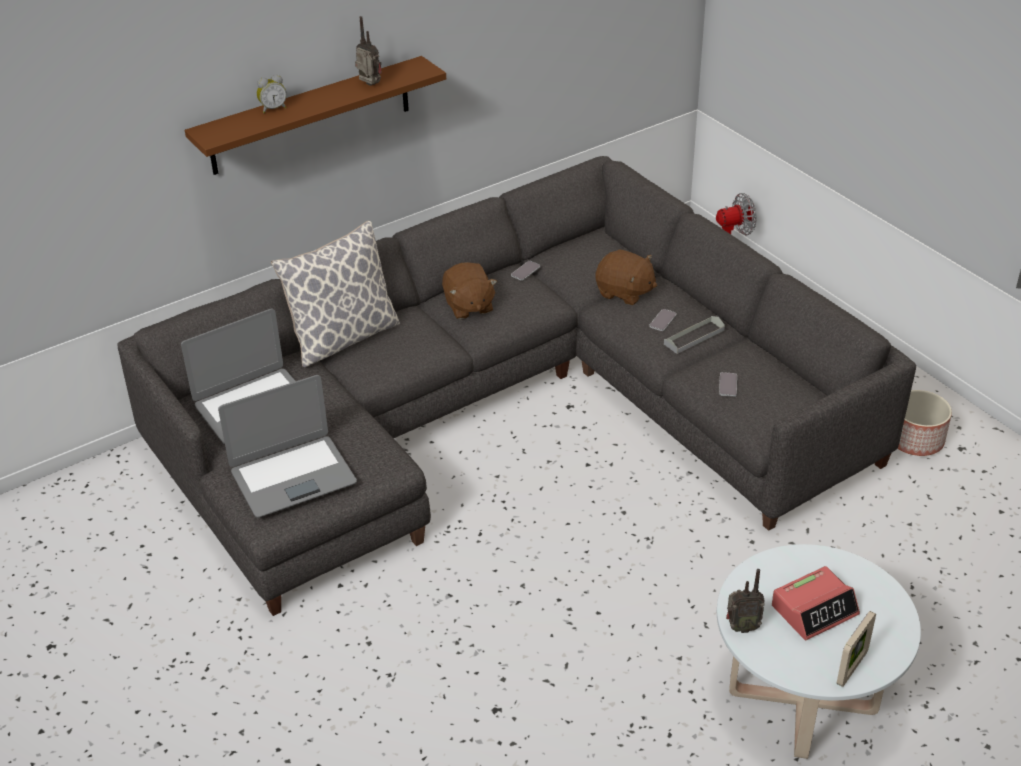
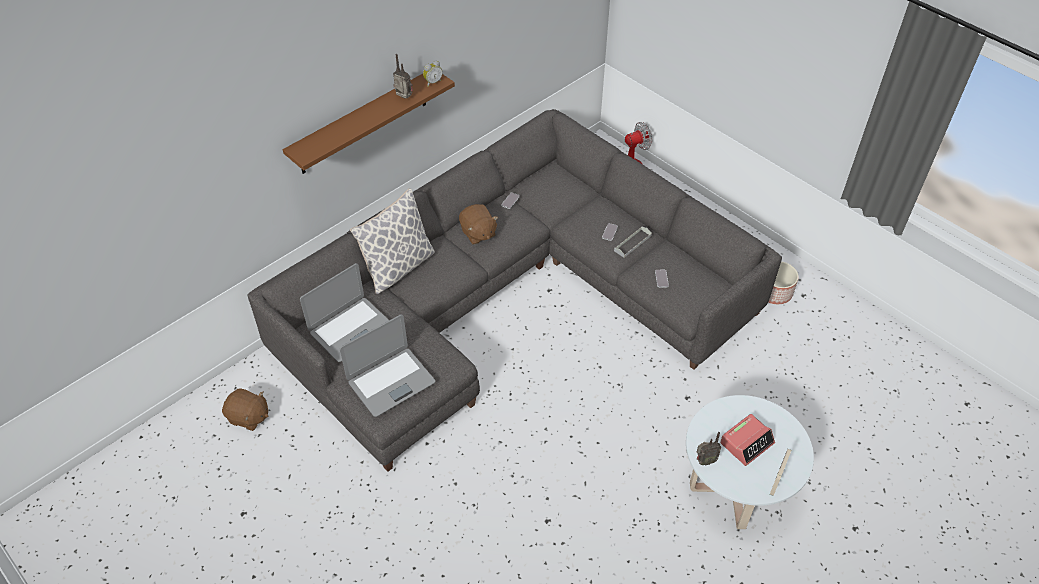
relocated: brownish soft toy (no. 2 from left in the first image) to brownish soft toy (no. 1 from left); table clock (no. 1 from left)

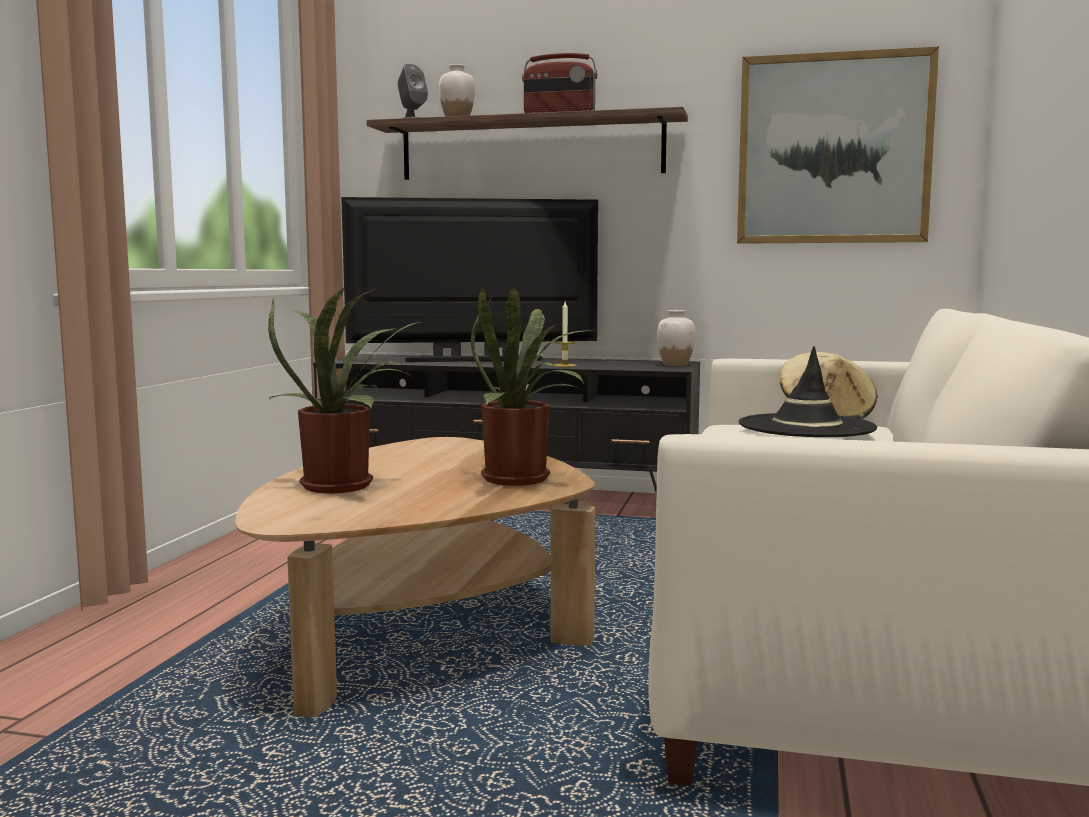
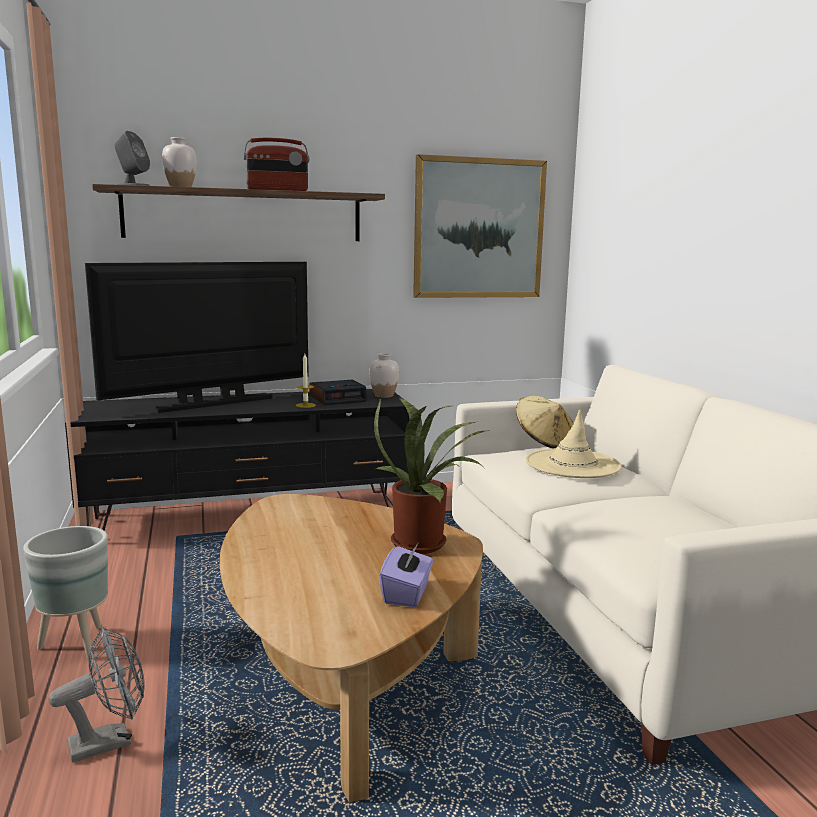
missing: potted plant (no. 1 from left)
appeared: gray flower pot; gray fan; table clock; purple-coloured tissue holder
colour: black wearable hat to beige-coloured wearable hat (no. 2 from left)

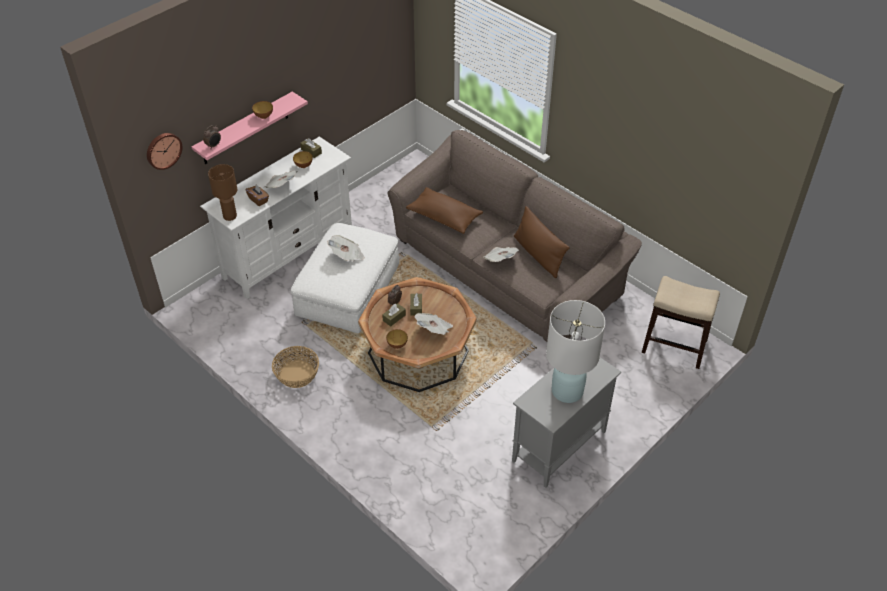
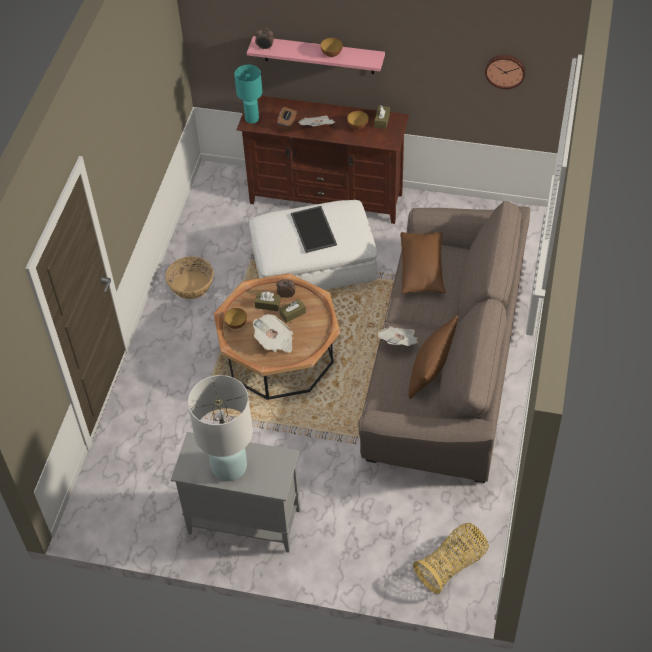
relocated: hanging clock
exchanged: printed paper (no. 2 from left) to tray; stool to storage basket (no. 2 from left)
colour: brownish table lamp to blue-green table lamp; white-coloured media console to brownish media console

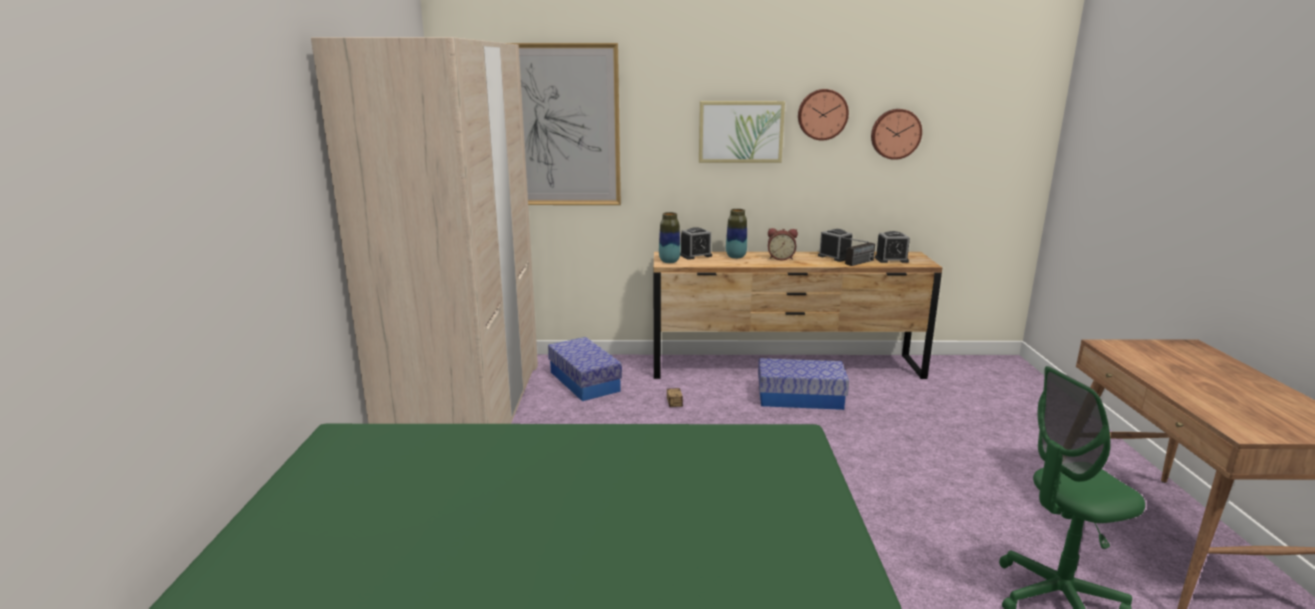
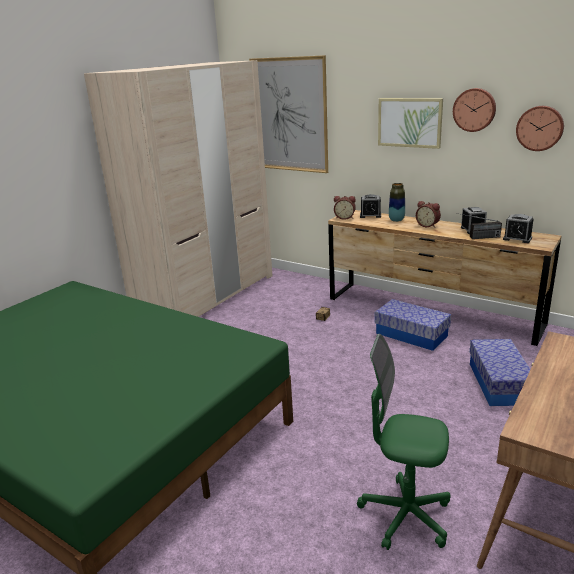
relocated: storage bin (no. 1 from left in the first image) to storage bin (no. 3 from left)
exchanged: vase (no. 1 from left) to table clock (no. 1 from left)

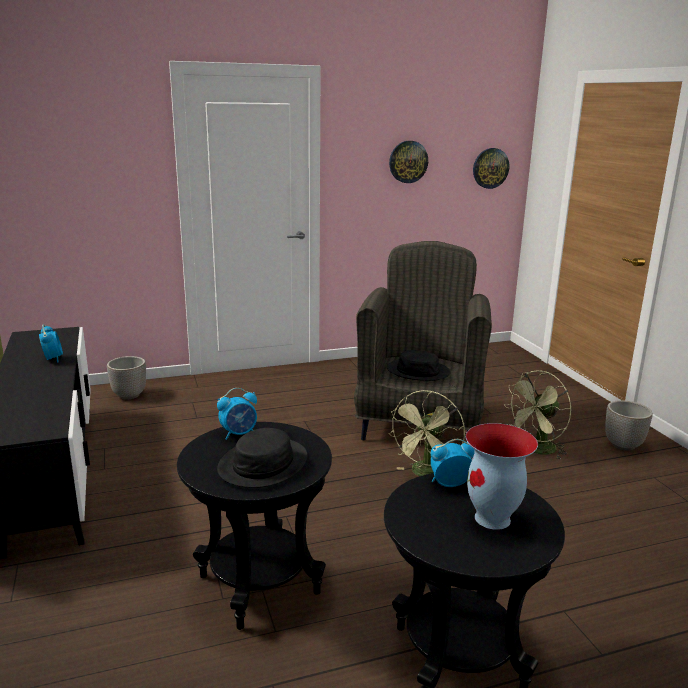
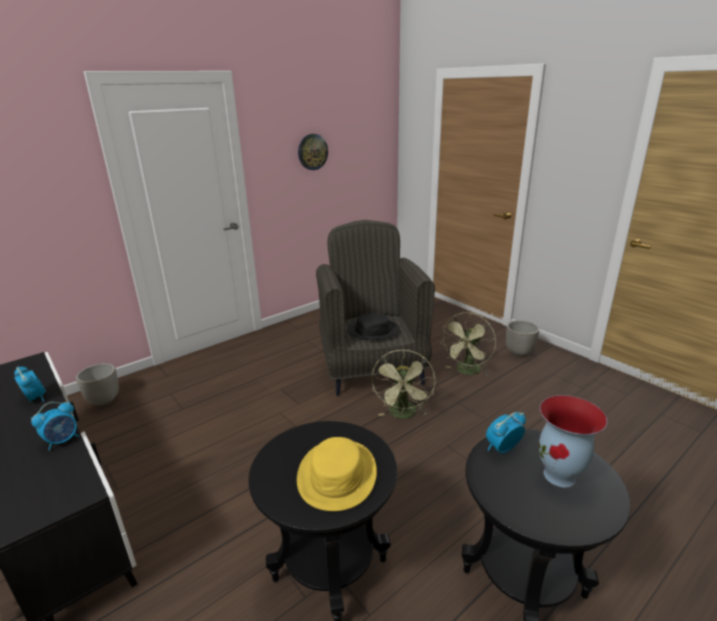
missing: hanging clock (no. 2 from left)
relocated: table clock (no. 2 from left)
colour: black wearable hat (no. 1 from left) to yellow-coloured wearable hat

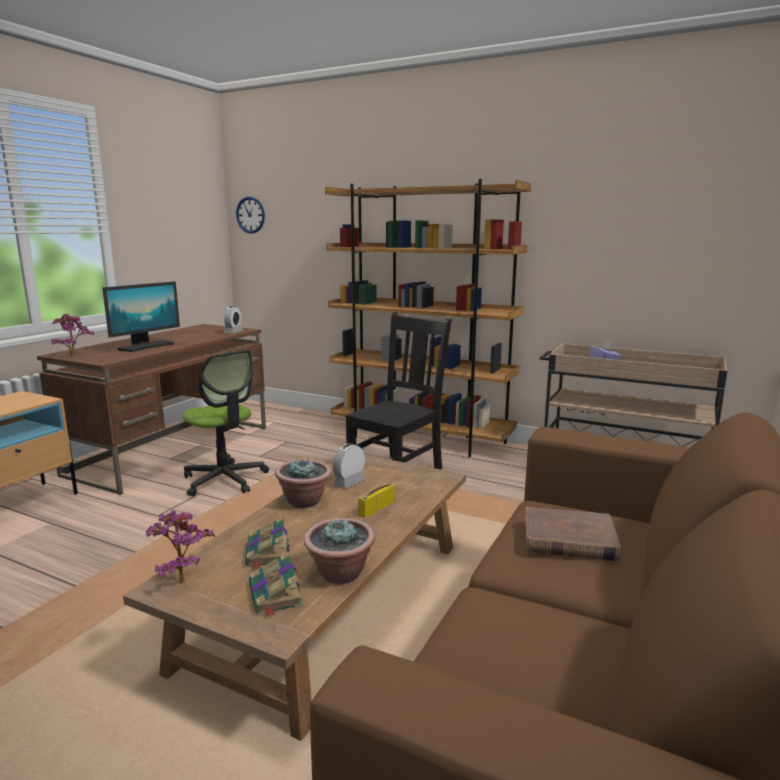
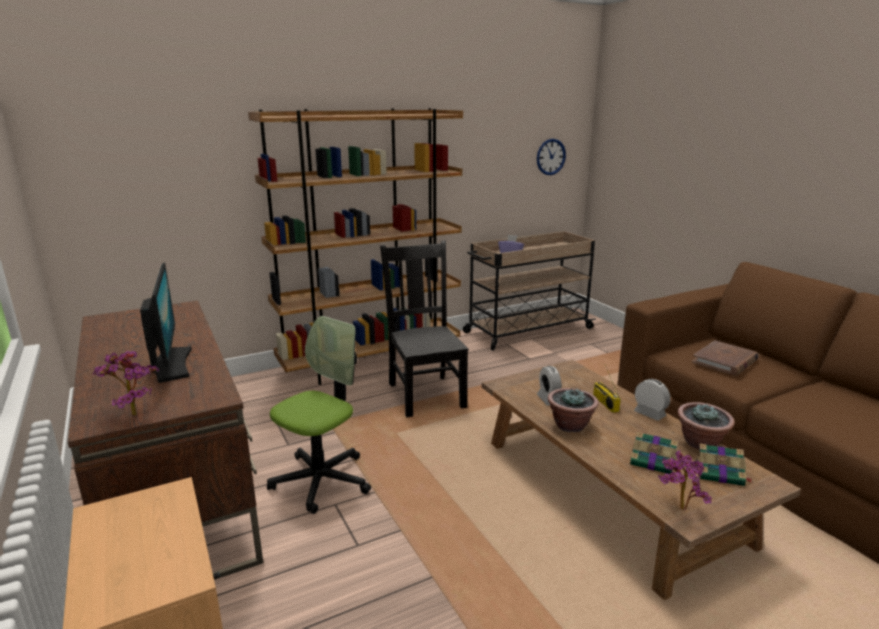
relocated: hanging clock; table clock (no. 1 from left in the first image) to table clock (no. 2 from left)
spun: office chair 45 degrees counterclockwise

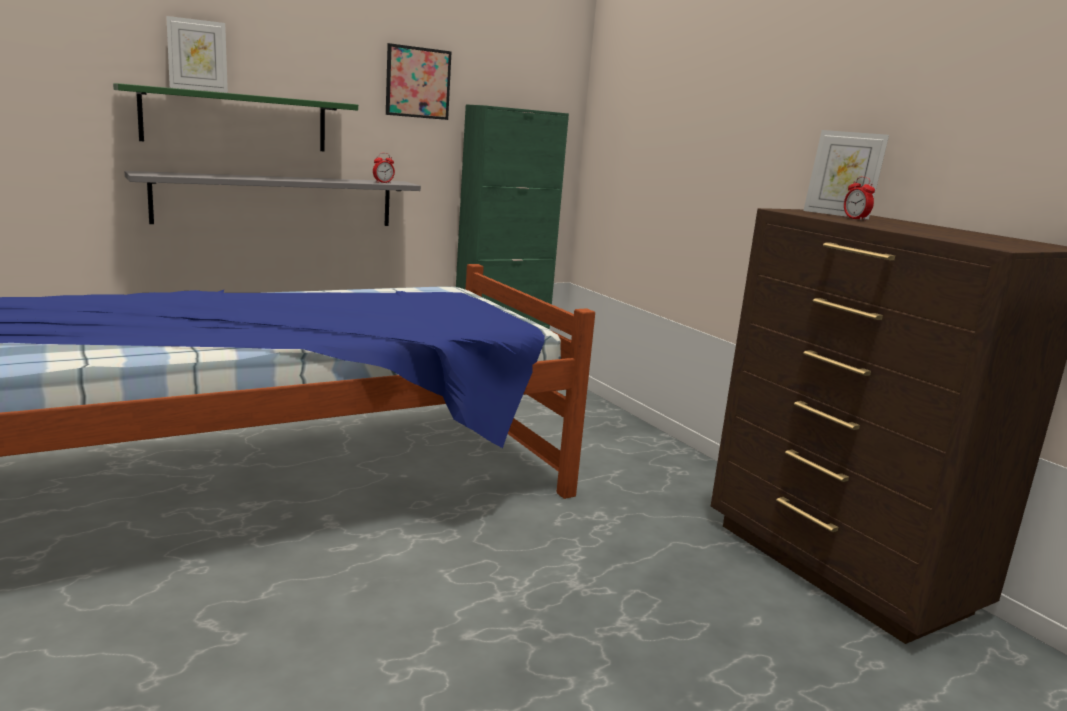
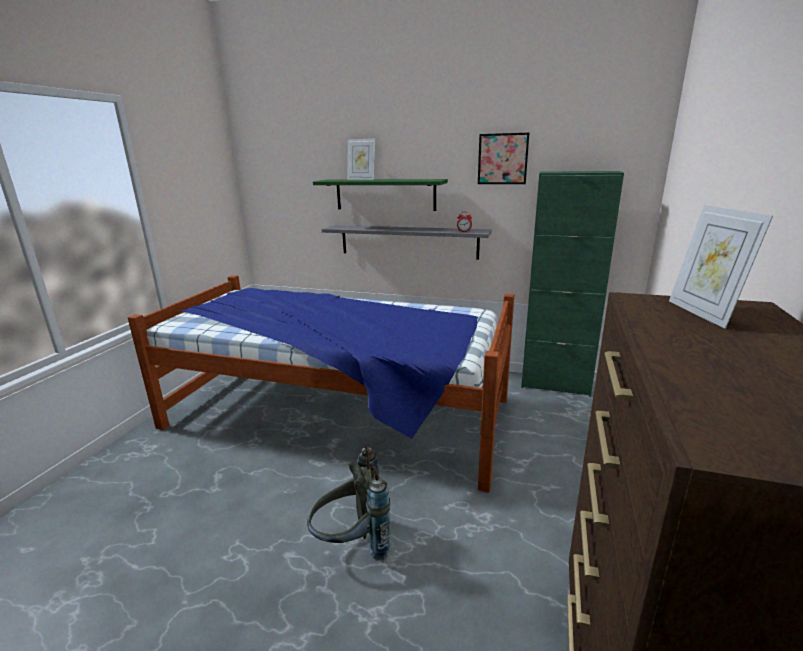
missing: table clock (no. 2 from left)
appeared: gray rucksack

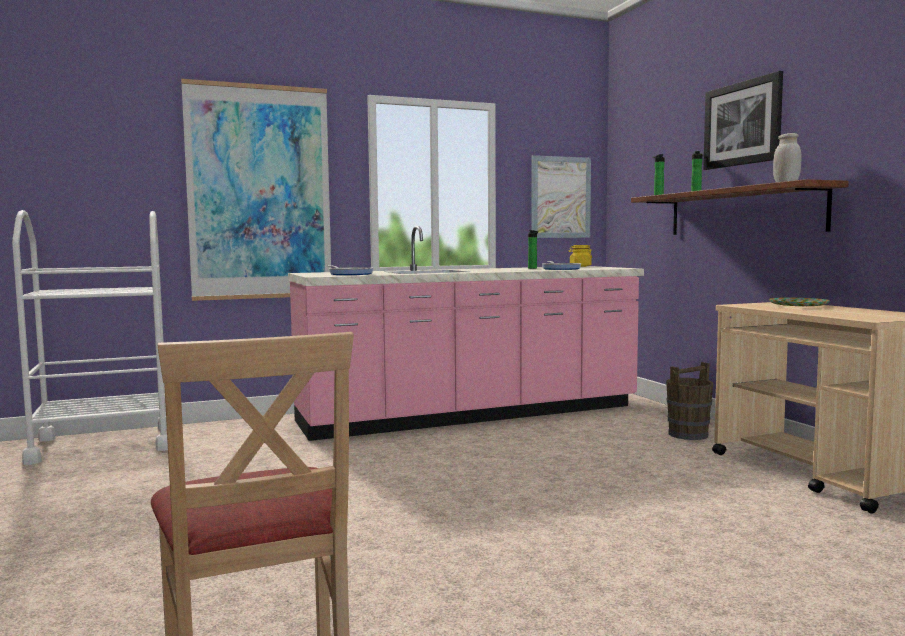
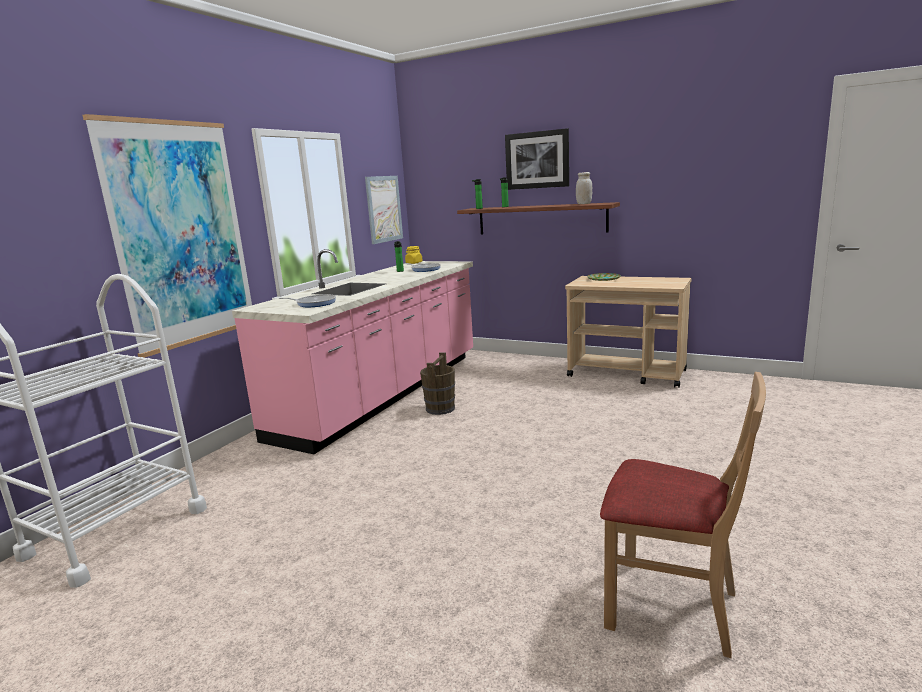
relocated: brownish pail

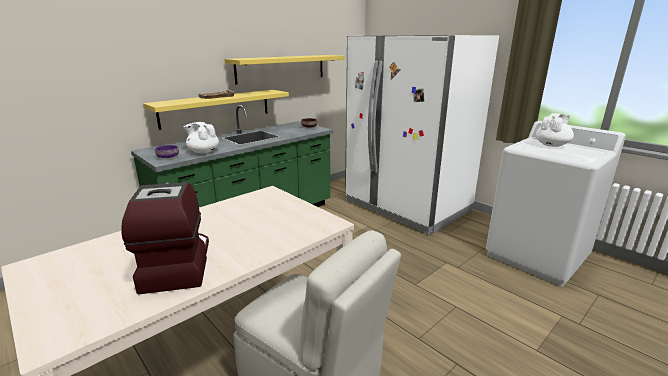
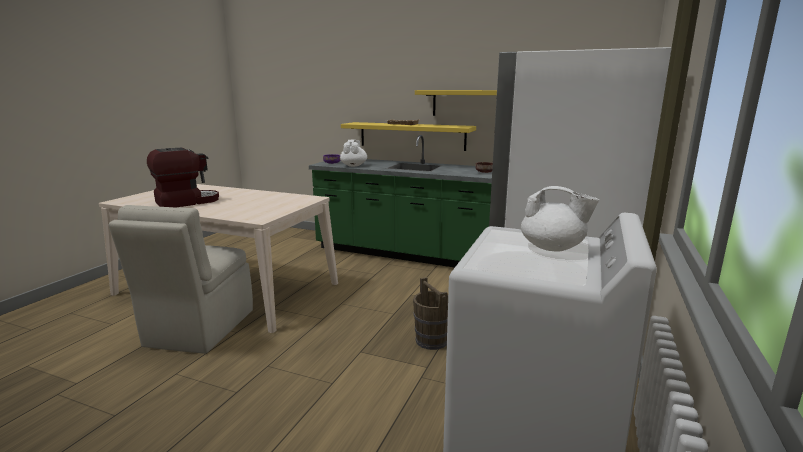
appeared: brownish pail

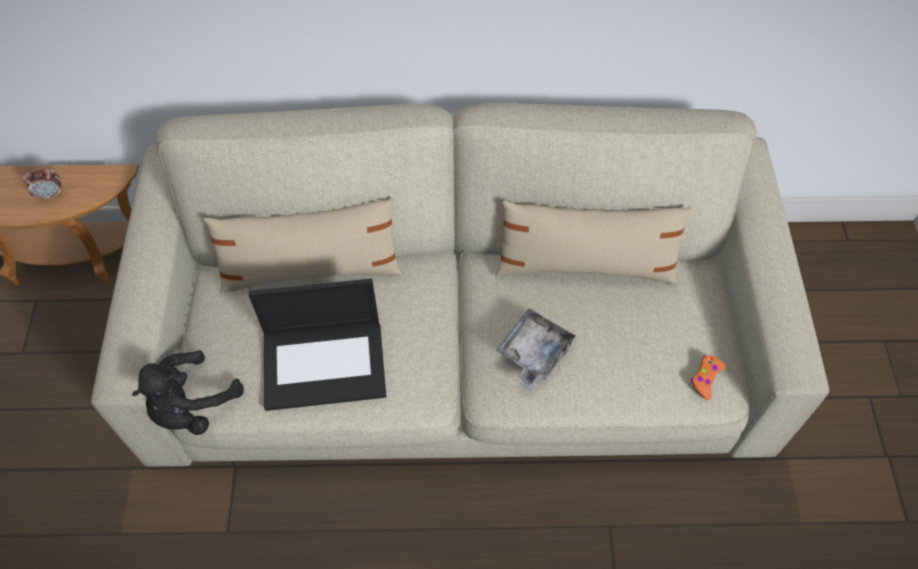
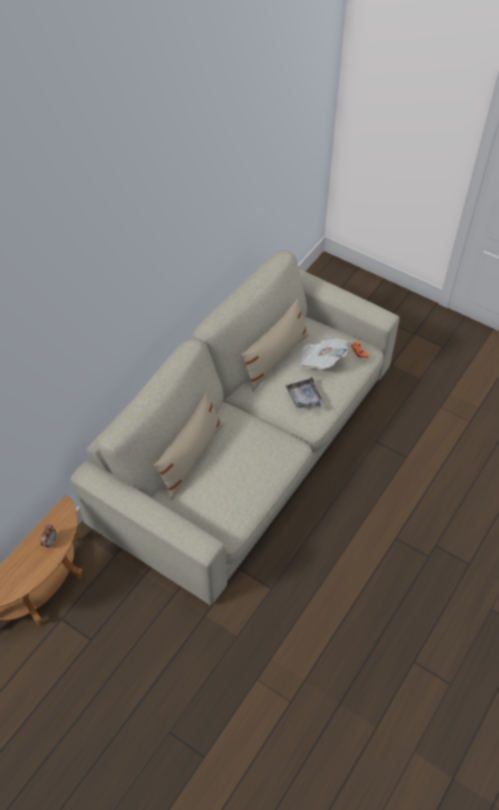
missing: black soft toy; laptop
appeared: printed paper

